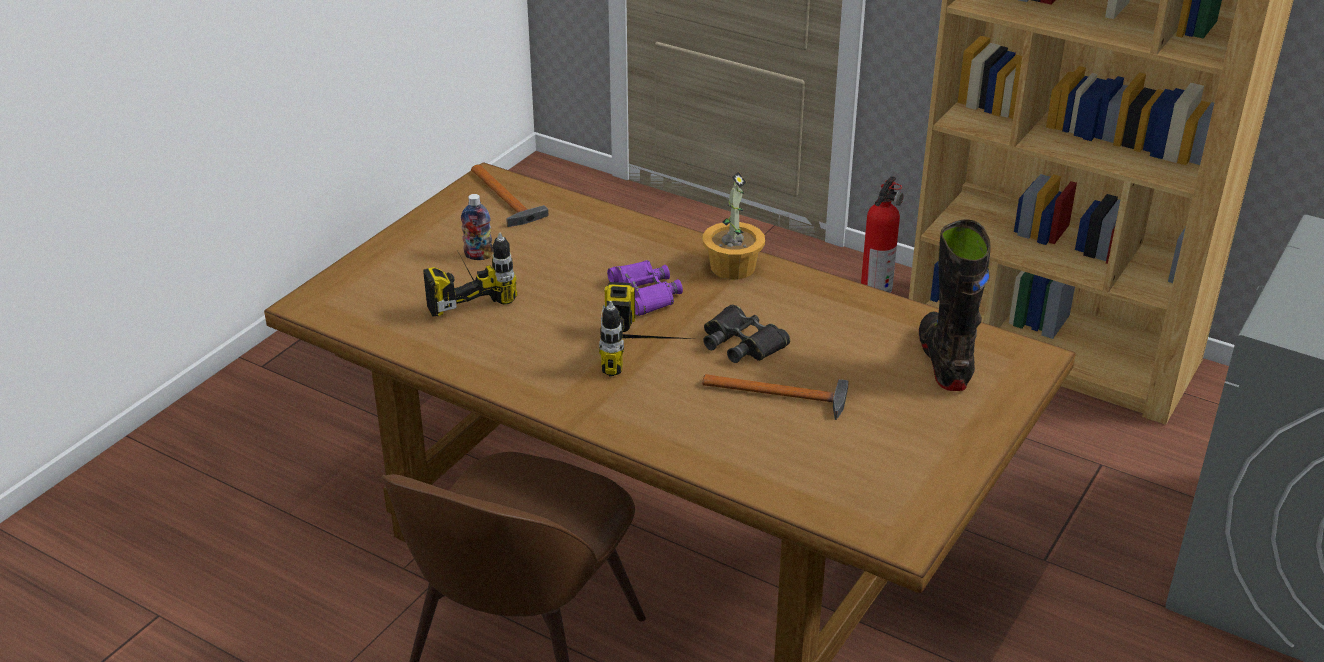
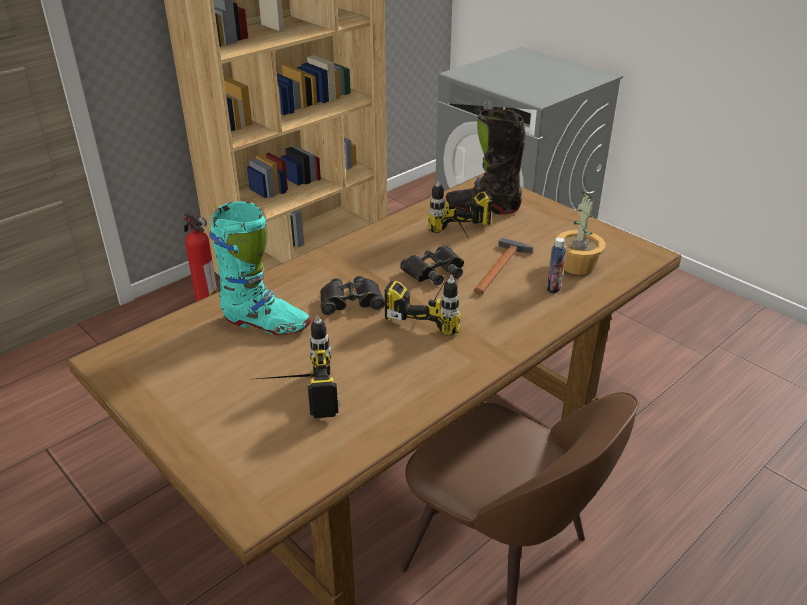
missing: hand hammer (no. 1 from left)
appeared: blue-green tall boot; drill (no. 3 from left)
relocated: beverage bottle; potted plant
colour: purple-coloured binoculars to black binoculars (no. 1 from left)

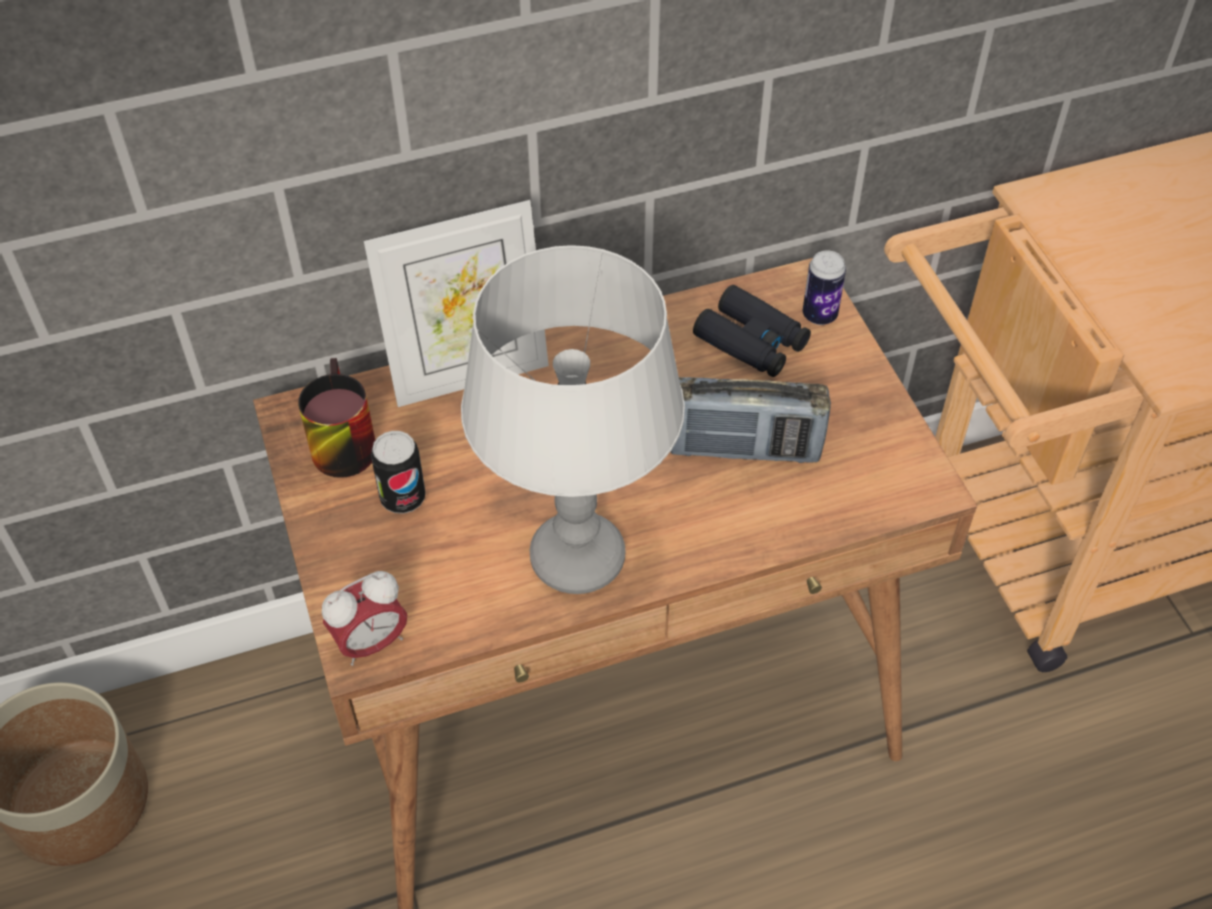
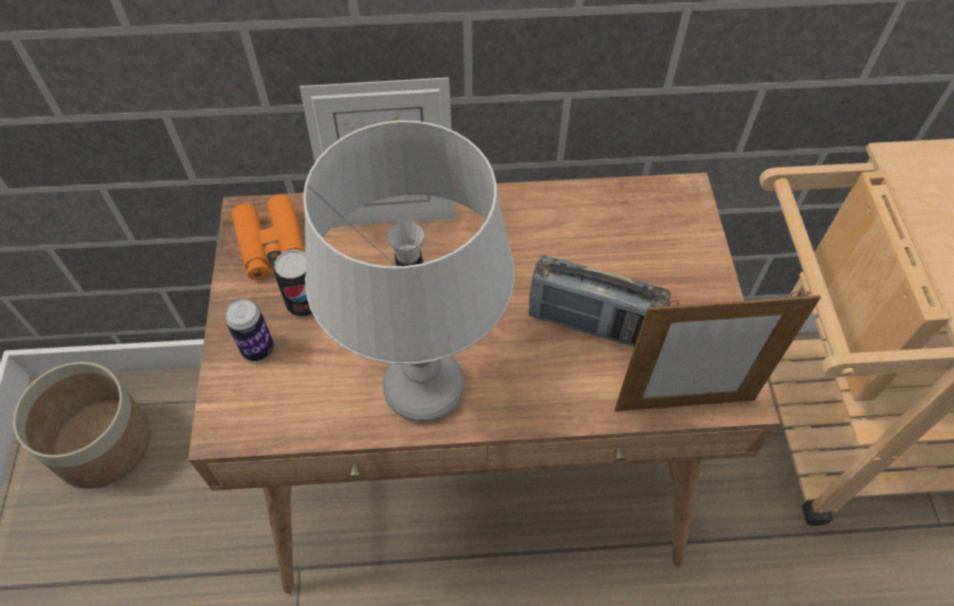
missing: table clock; black binoculars
appeared: standing frame (no. 2 from left)
relocated: sealed can (no. 2 from left in the first image) to sealed can (no. 1 from left)
exchanged: tea mug to orange-coloured binoculars

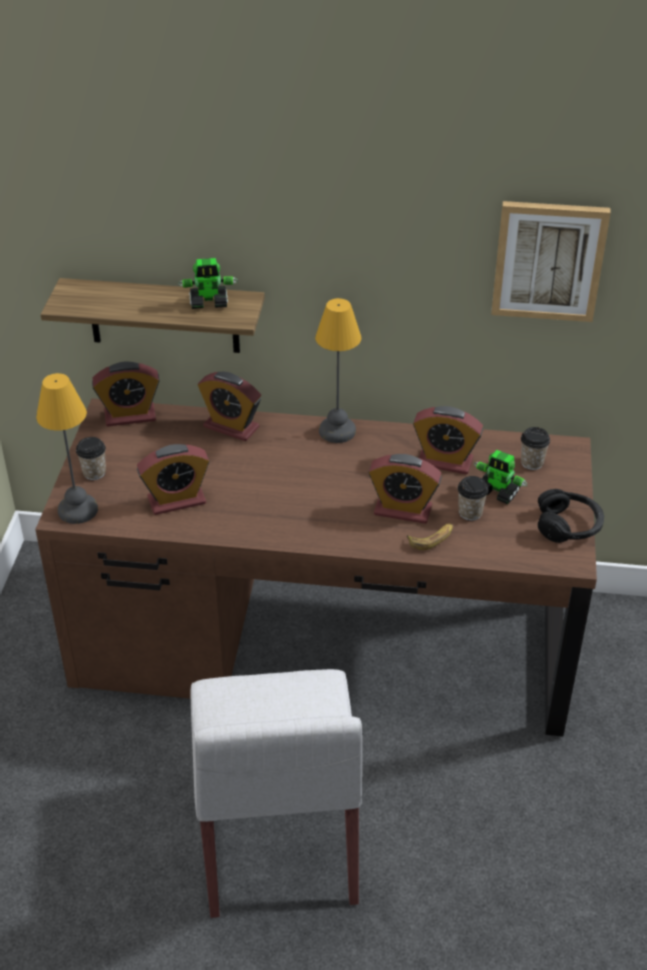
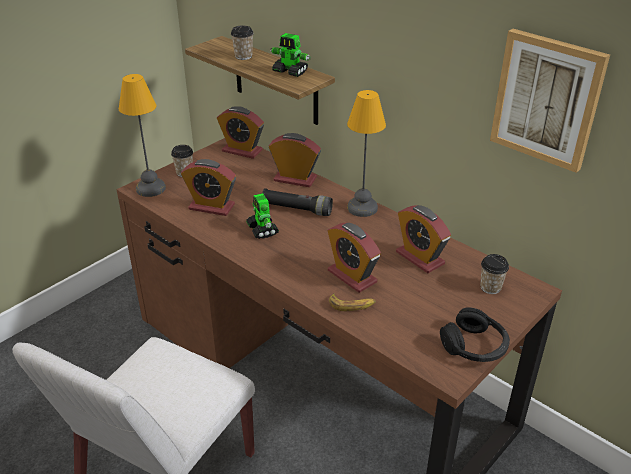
appeared: black torch
relocated: cup (no. 2 from left); robot figure (no. 2 from left in the first image) to robot figure (no. 1 from left)
spun: table clock (no. 3 from left) 135 degrees clockwise

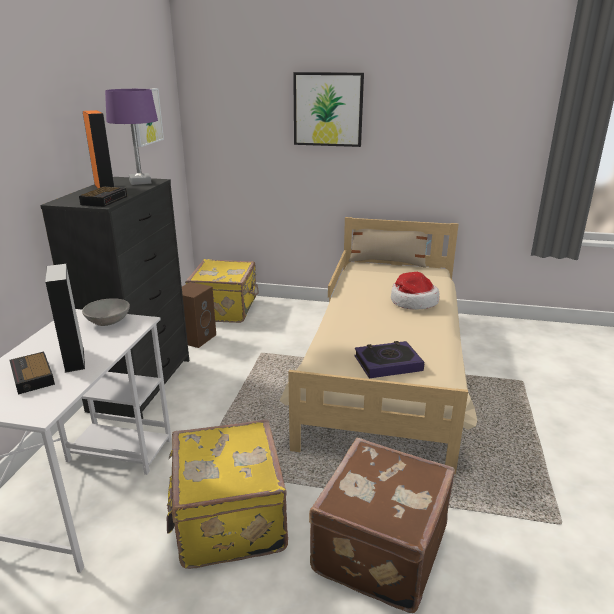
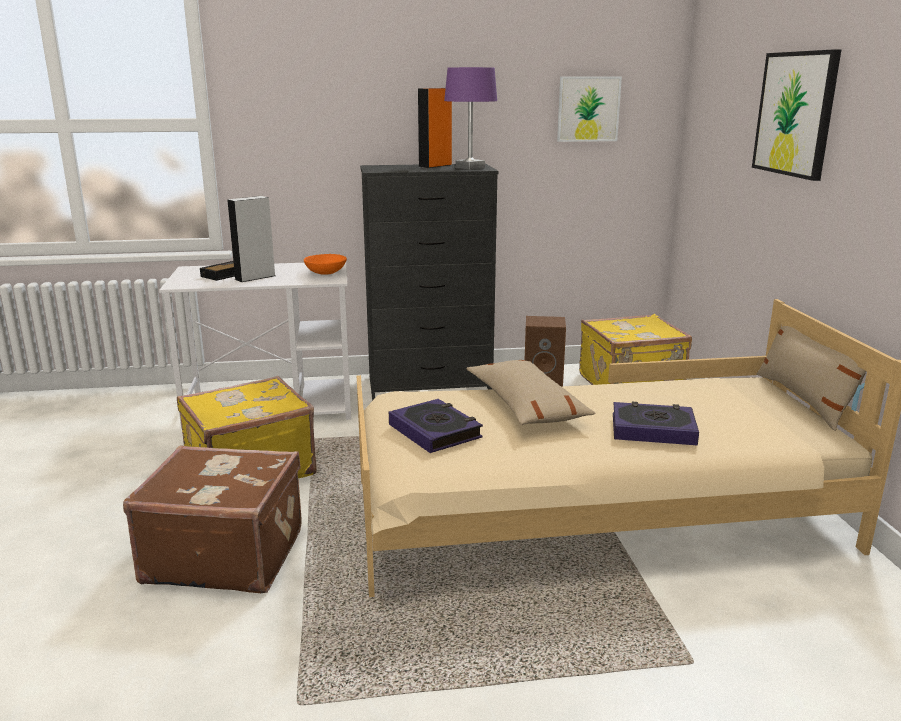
missing: table clock (no. 2 from left)
appeared: beige-coloured throw pillow (no. 1 from left)
exchanged: wearable hat to volume (no. 2 from left)
colour: gray deep dish to orange-coloured deep dish

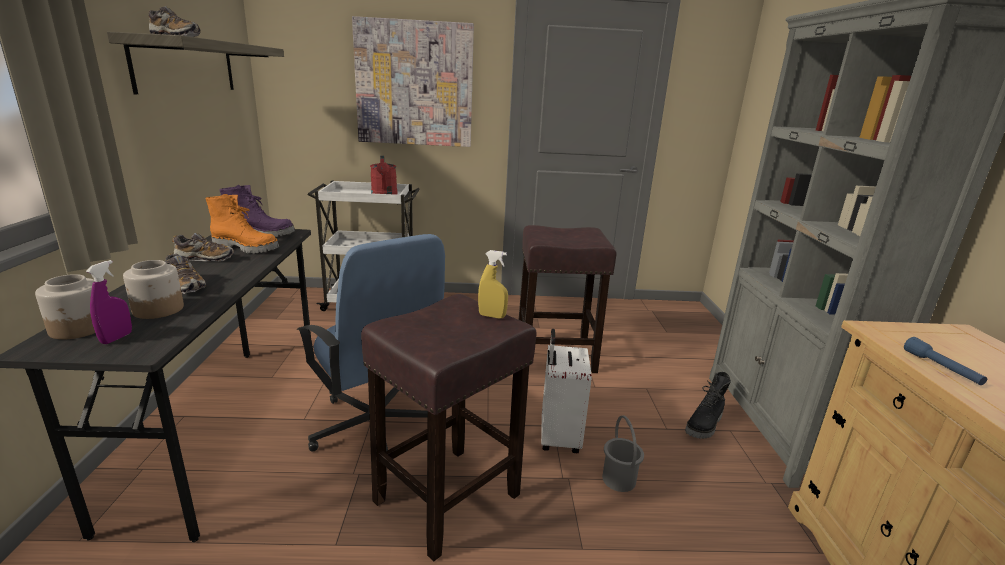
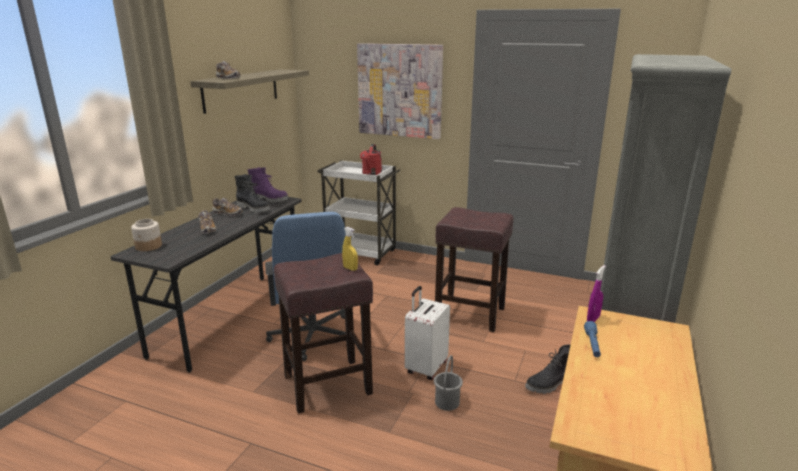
missing: jar (no. 2 from left)
relocated: purple-coloured hand sprayer
colour: orange-coloured tall boot to black tall boot (no. 1 from left)

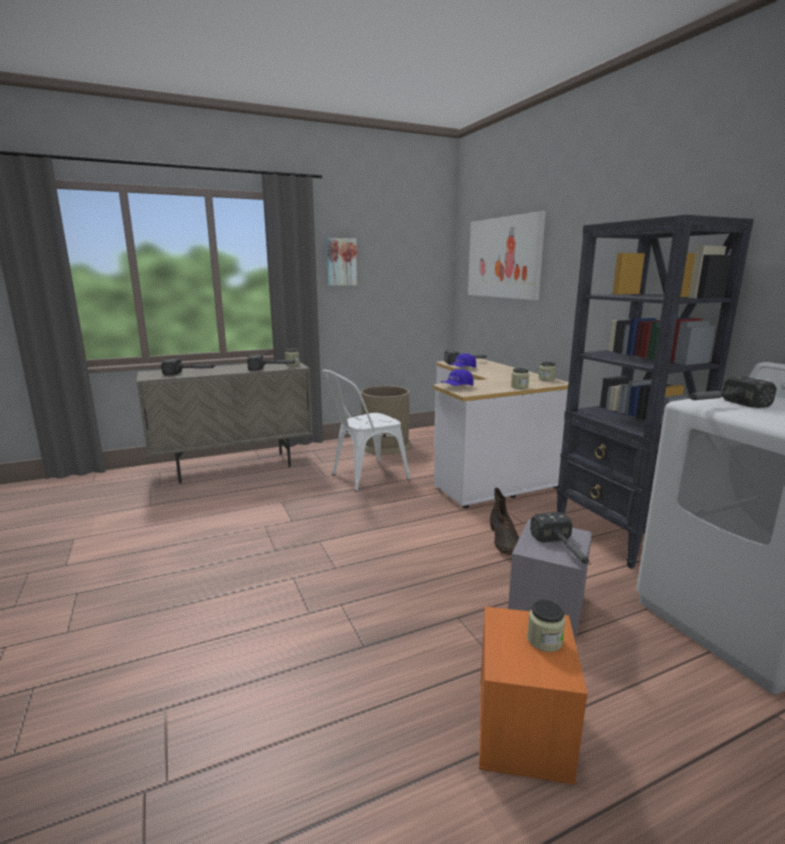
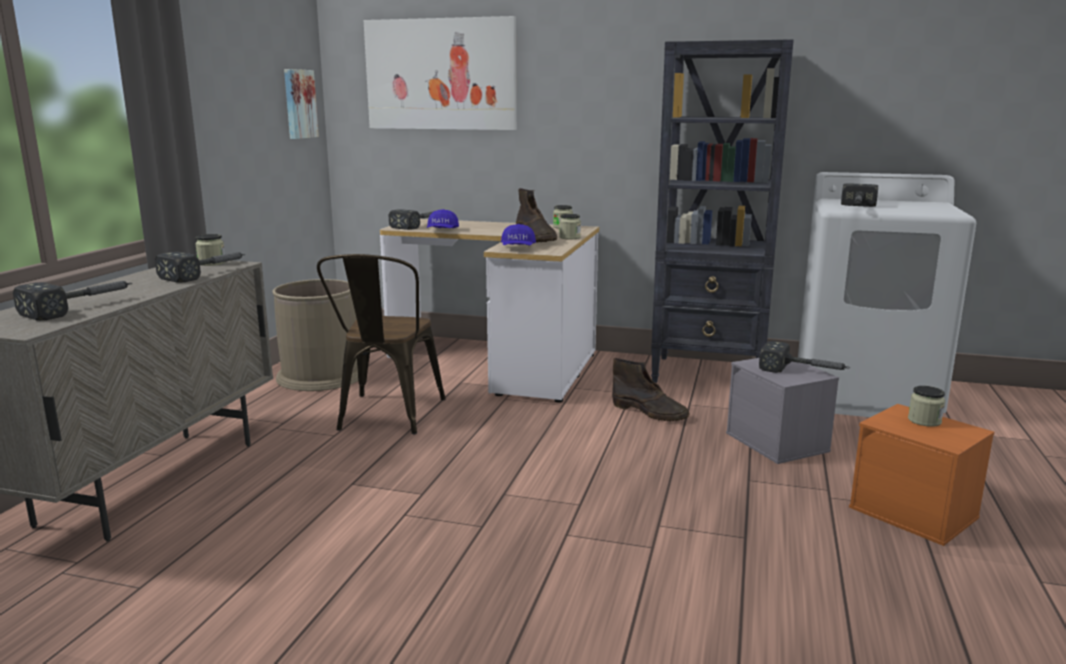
appeared: brownish tall boot (no. 1 from left)
relocated: wall picture (no. 1 from left)
colour: white-coloured chair to brownish chair

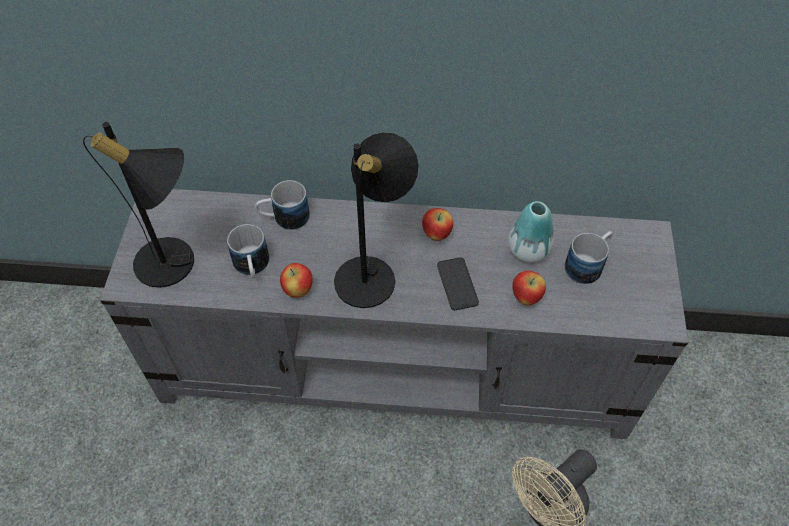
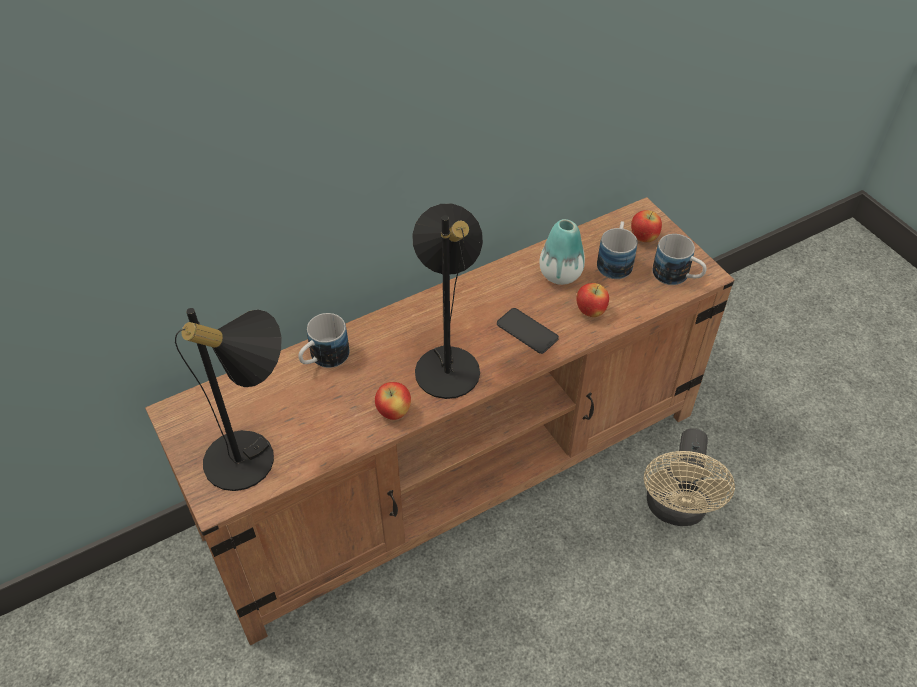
relocated: whole apple (no. 2 from left in the first image) to whole apple (no. 3 from left); tea mug (no. 1 from left in the first image) to tea mug (no. 3 from left)
colour: gray media console to brownish media console

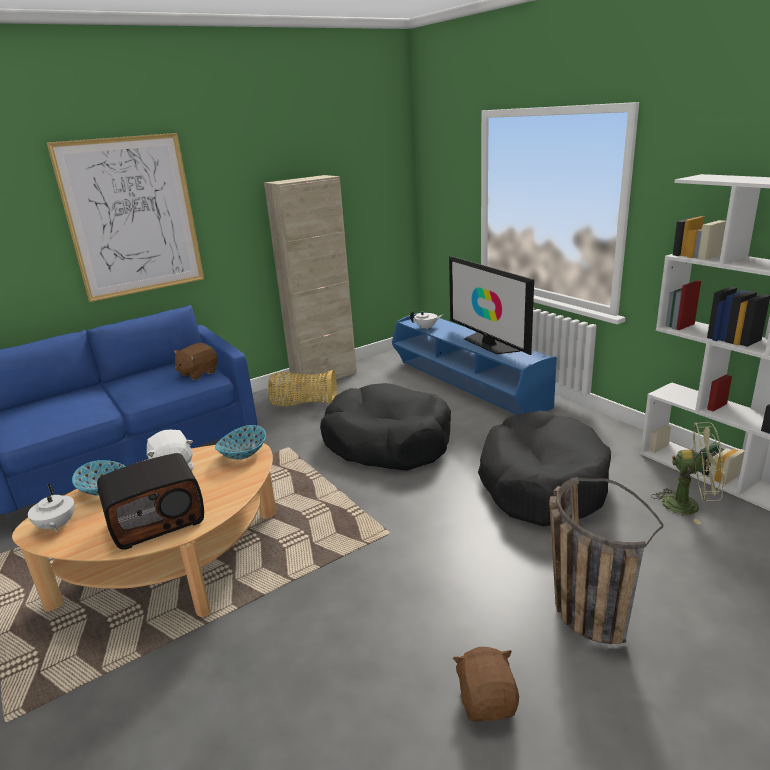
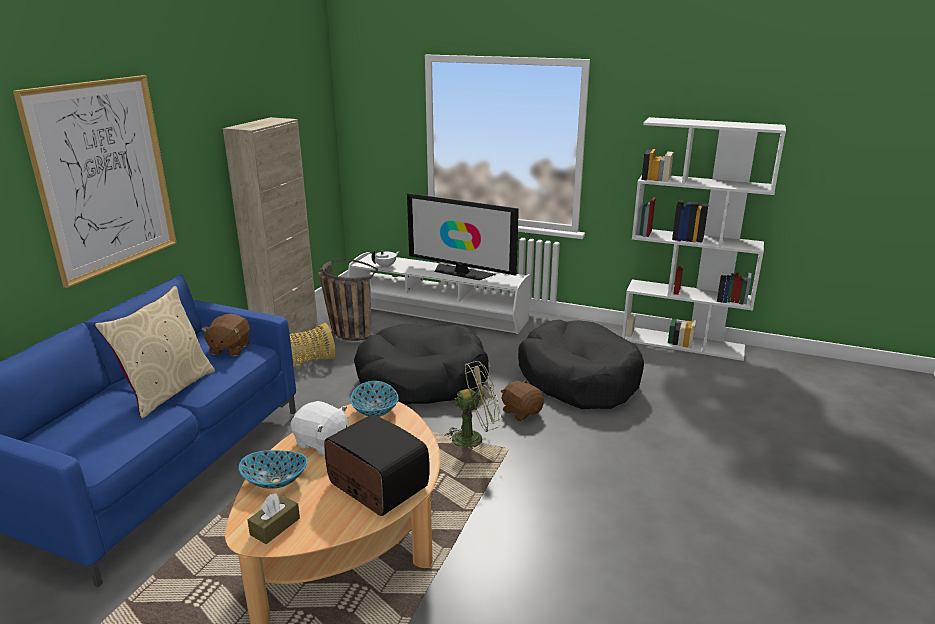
appeared: beige-coloured throw pillow
relocated: storage basket (no. 2 from left); greenish fan; brownish soft toy (no. 2 from left)
exchanged: white-coloured tea pot (no. 1 from left) to brownish tissue holder
colour: blue-coloured media console to white-coloured media console
spun: radio set 75 degrees counterclockwise

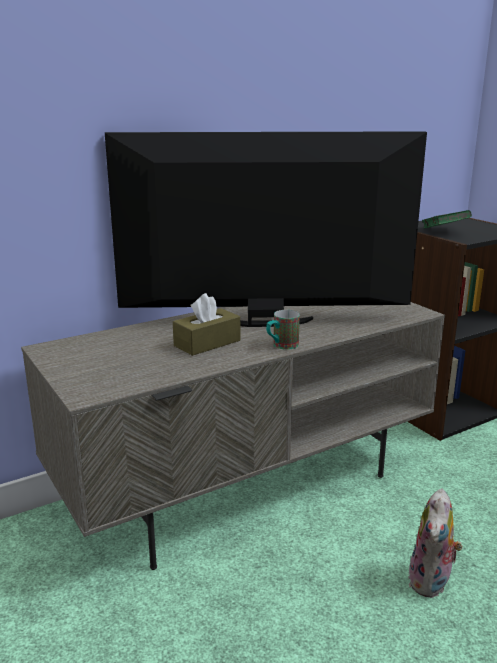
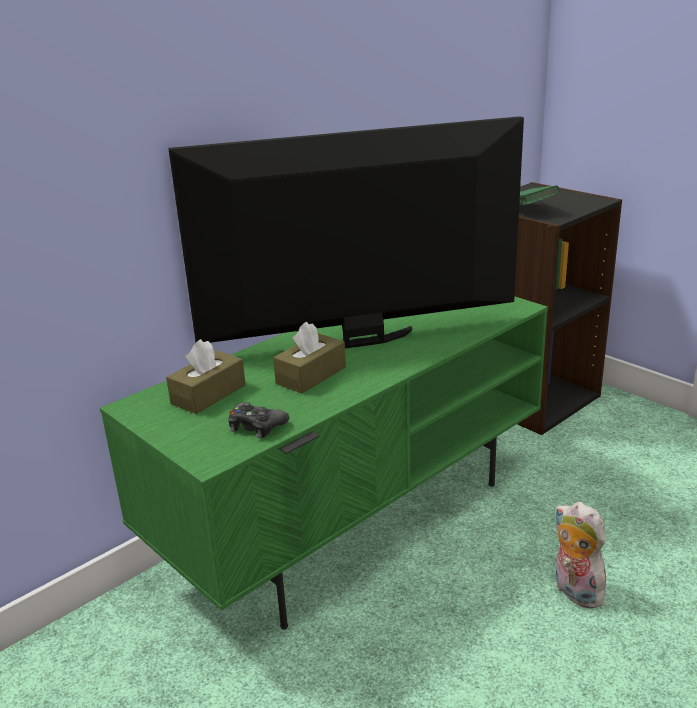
missing: tea mug
appeared: brownish tissue holder (no. 1 from left); black gamepad
colour: gray media console to greenish media console
spun: soft toy 135 degrees clockwise

